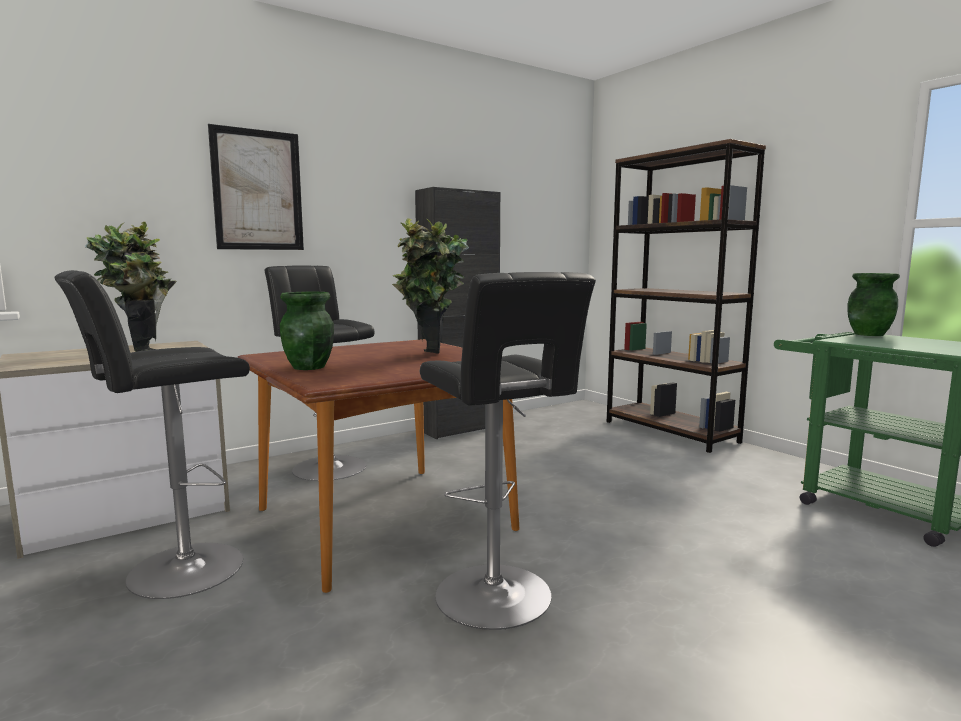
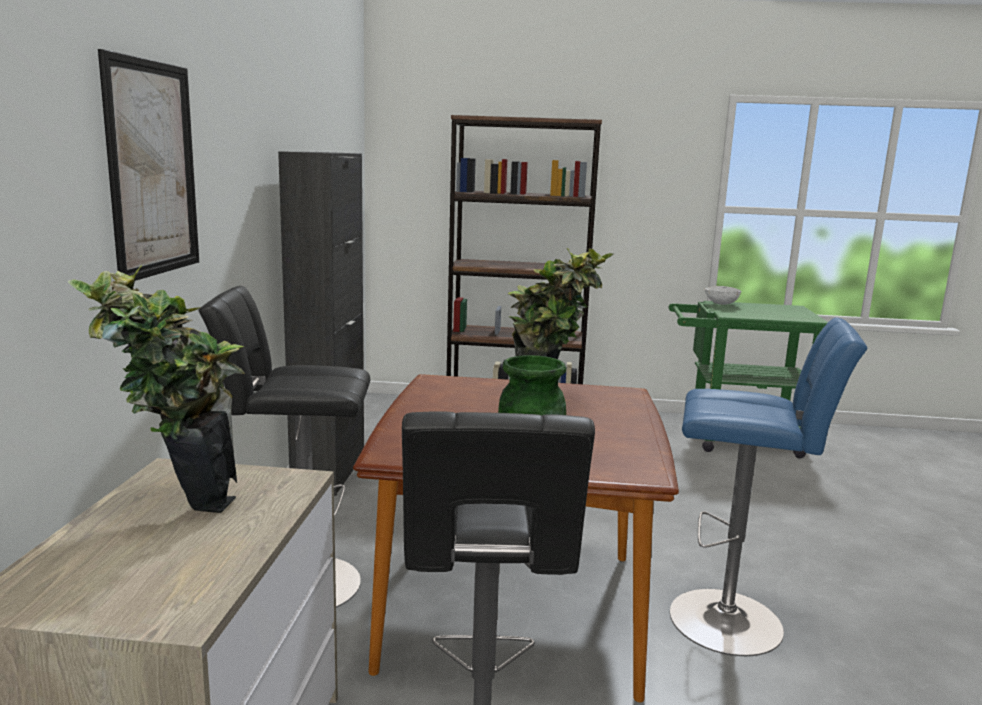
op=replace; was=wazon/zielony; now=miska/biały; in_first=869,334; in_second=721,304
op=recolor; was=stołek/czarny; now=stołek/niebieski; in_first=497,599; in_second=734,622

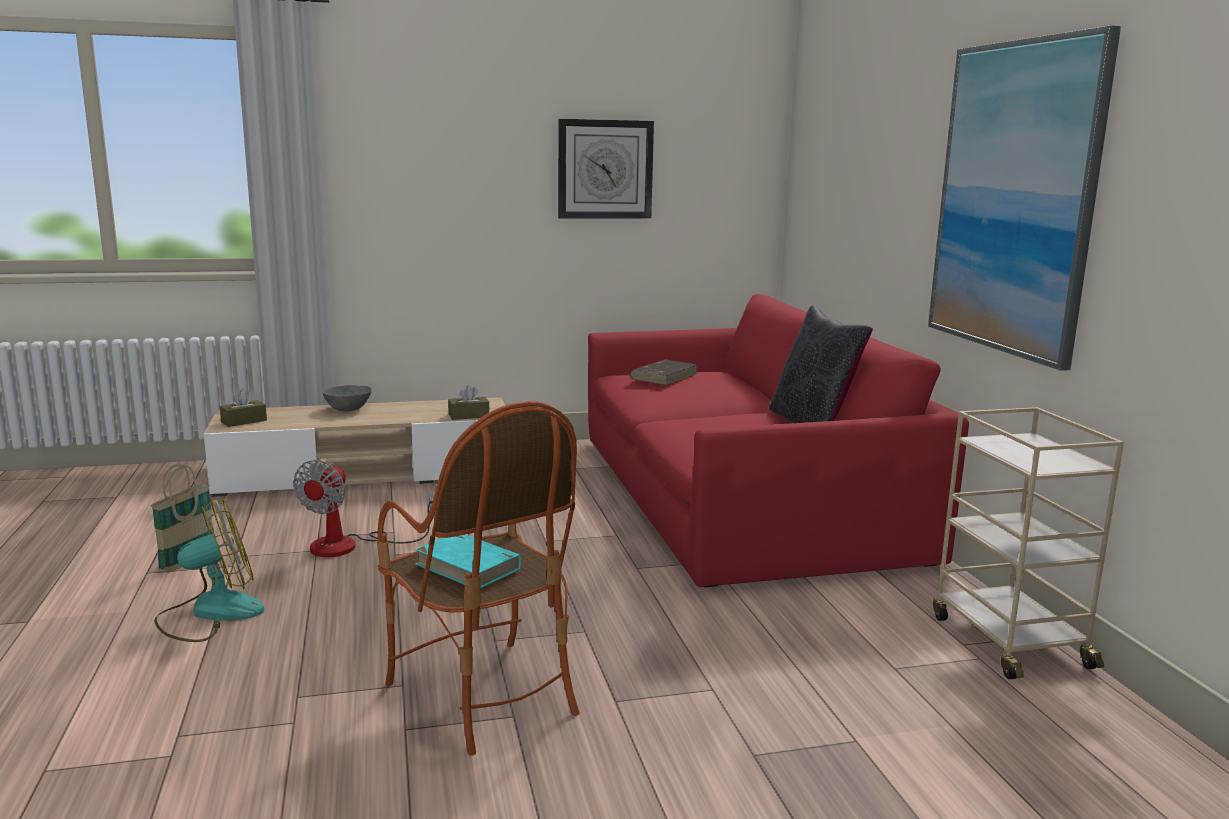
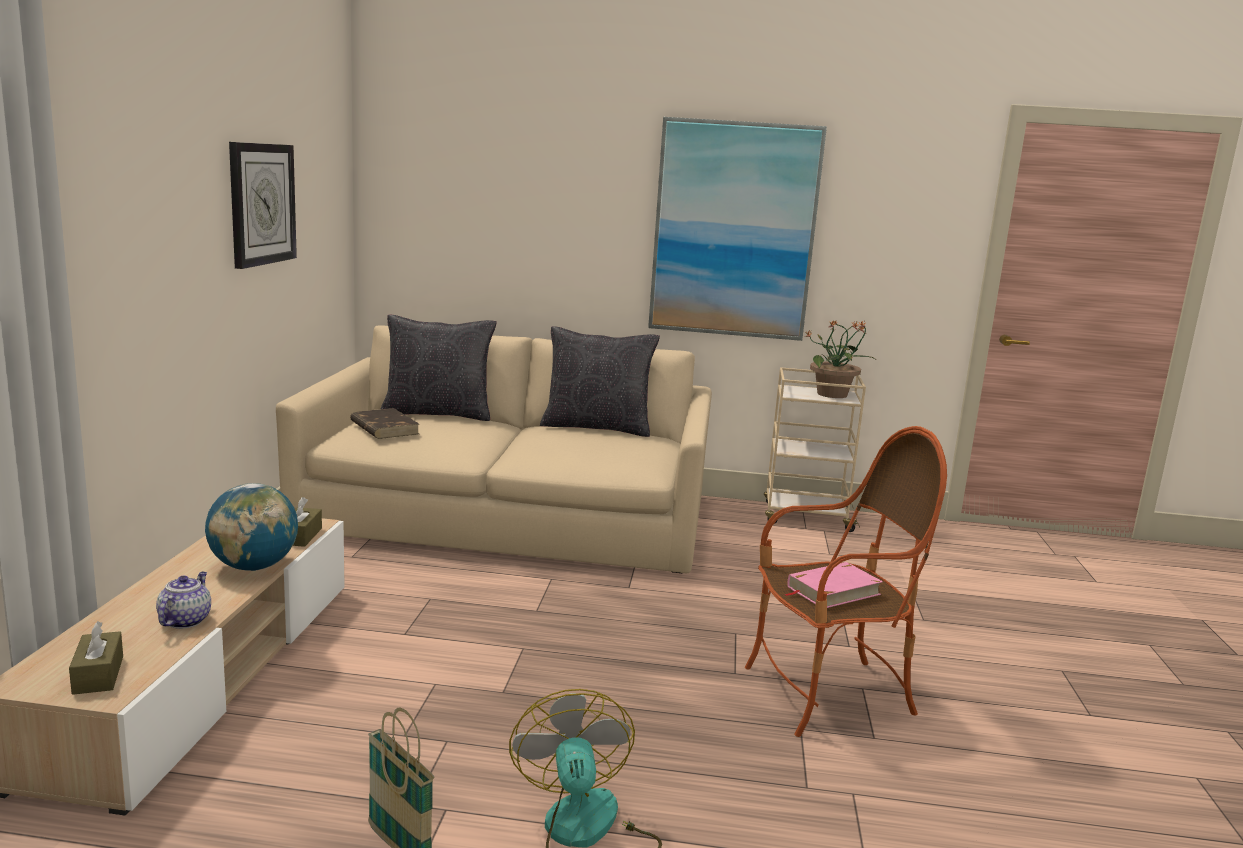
op=delete; was=wentylator; in_first=350,545
op=delete; was=miska/szary; in_first=348,409
op=insert; now=imbryk; in_second=185,620
op=insert; now=globus; in_second=254,567
op=insert; now=poduszka/czarny; in_second=437,413
op=insert; now=roślina doniczkowa; in_second=833,394
op=recolor; was=książka/turkusowy; now=książka/różowy; in_first=468,566; in_second=832,590
op=recolor; was=kanapa/czerwony; now=kanapa/beżowy; in_first=740,496; in_second=510,514

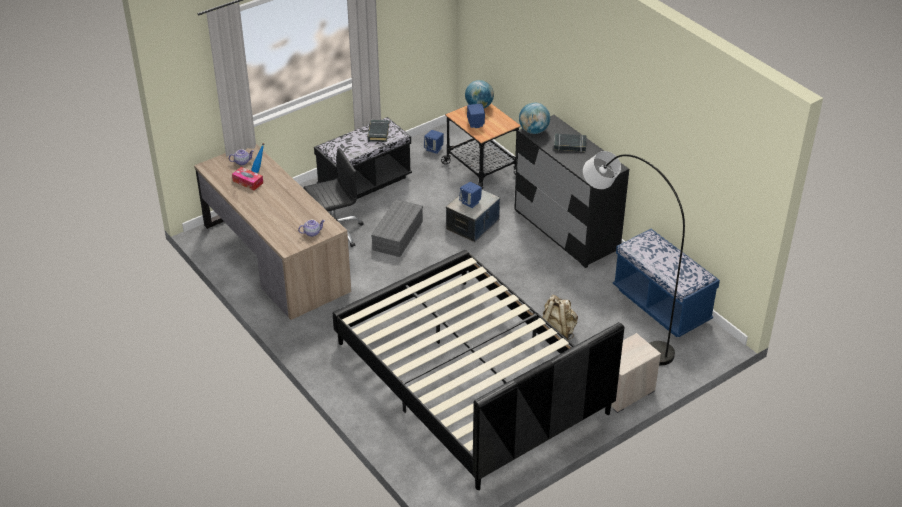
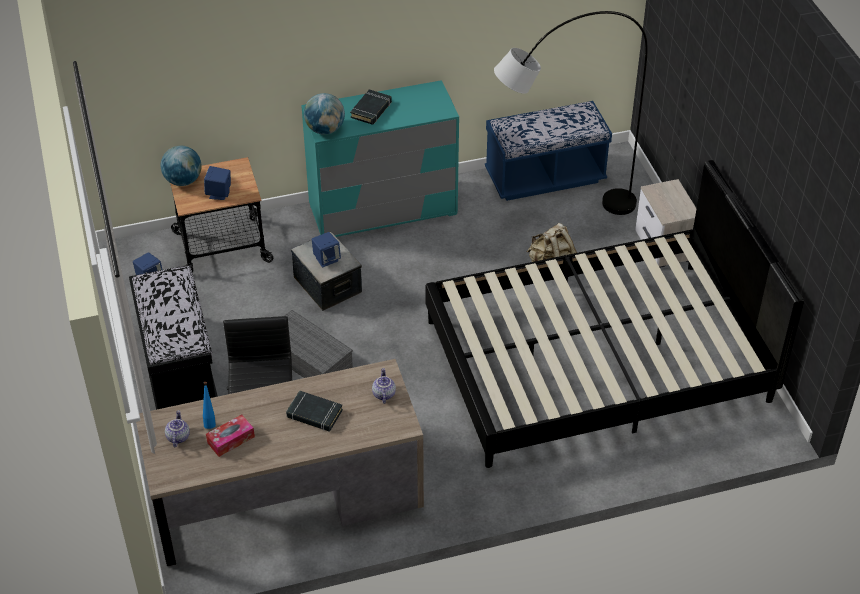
op=move; was=książka/czarny; in_first=378,133; in_second=314,414
op=recolor; was=komoda/czarny; now=komoda/turkusowy; in_first=566,230; in_second=383,209

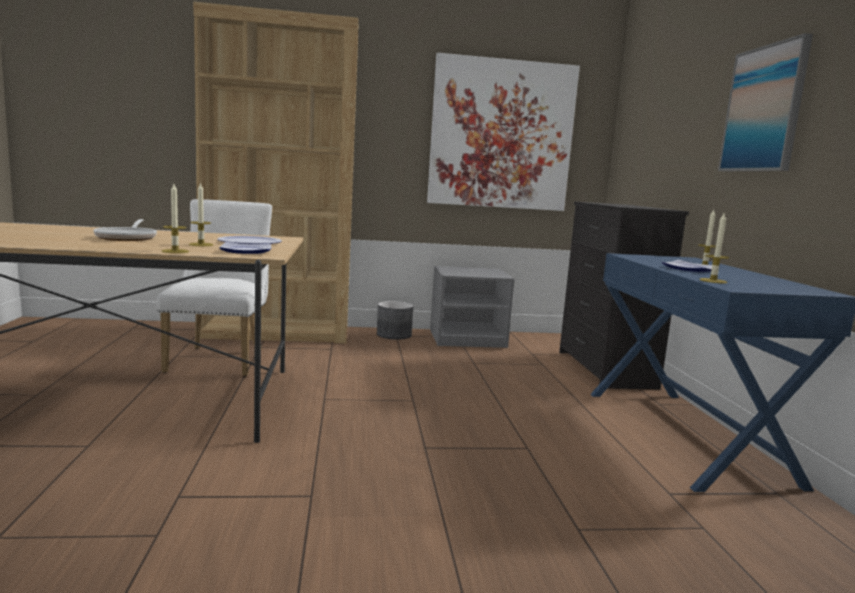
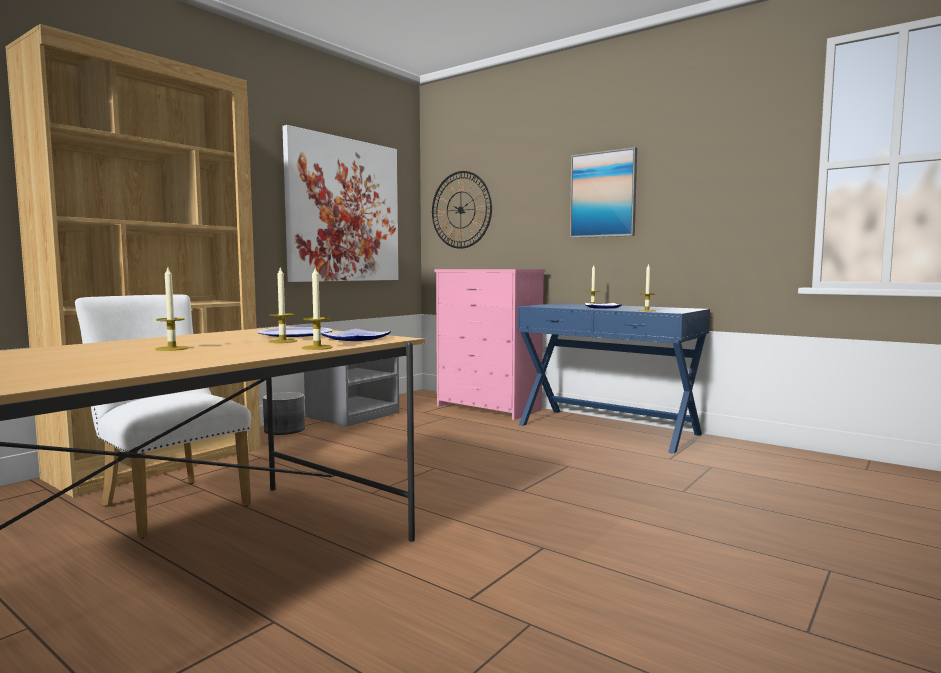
op=insert; now=zegar ścienny; in_second=461,210
op=replace; was=patelnia; now=świeca; in_first=128,238; in_second=172,348
op=recolor; was=komoda/czarny; now=komoda/różowy; in_first=605,369; in_second=489,408

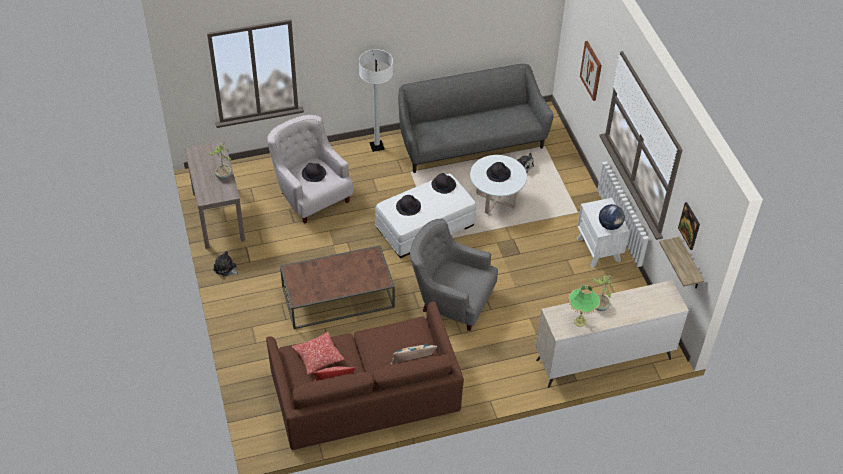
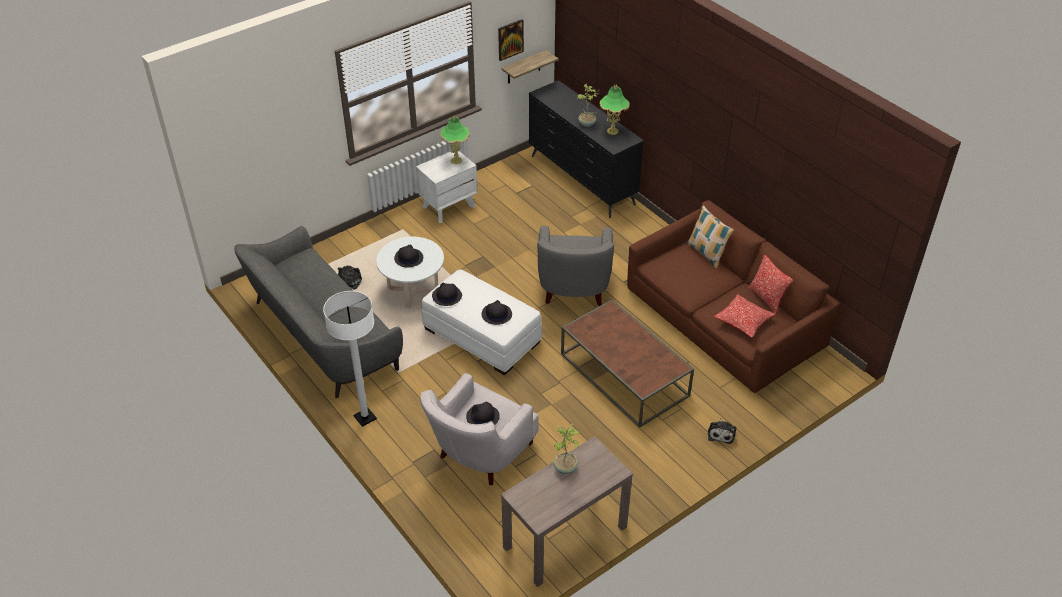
op=delete; was=obraz; in_first=591,70
op=move; was=pluszak; in_first=226,269; in_second=721,433
op=replace; was=globus; now=lampa stołowa; in_first=610,225; in_second=456,160
op=recolor; was=komoda/beżowy; now=komoda/czarny; in_first=603,359; in_second=582,180

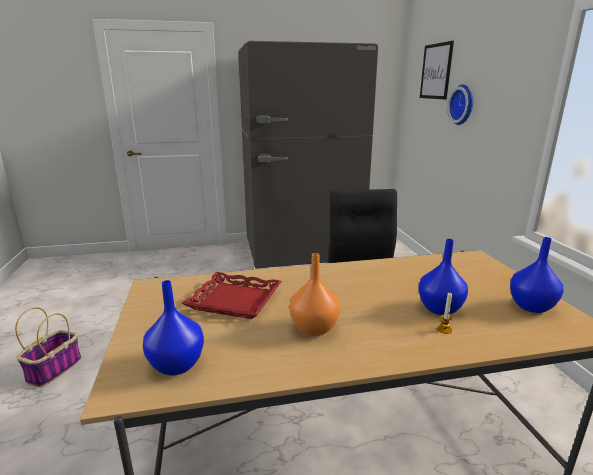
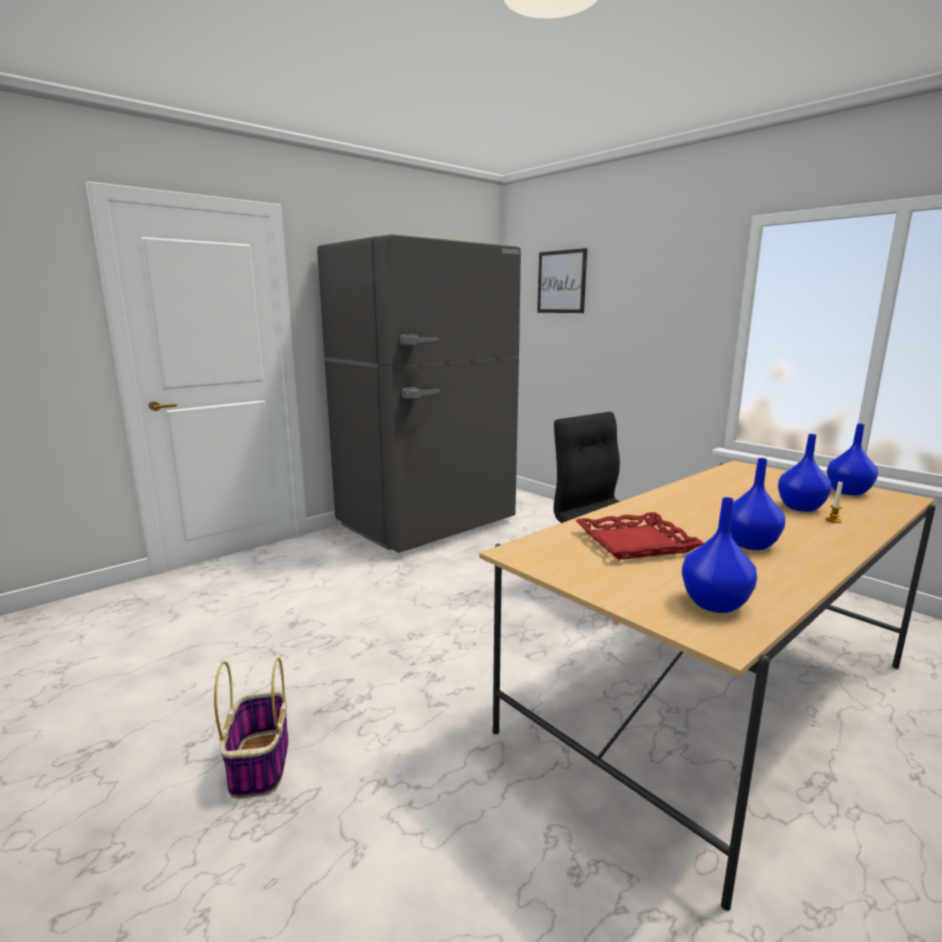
op=delete; was=zegar ścienny; in_first=463,104
op=recolor; was=wazon/pomarańczowy; now=wazon/niebieski; in_first=313,328; in_second=750,545

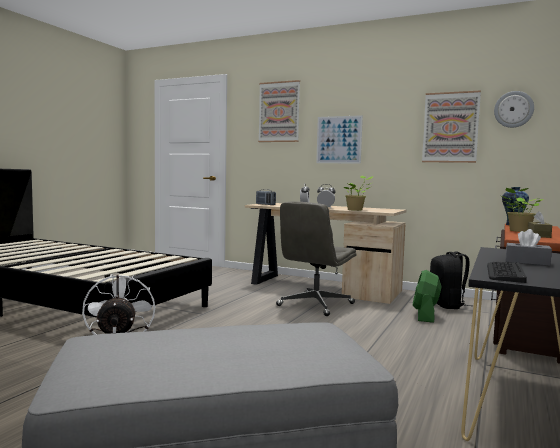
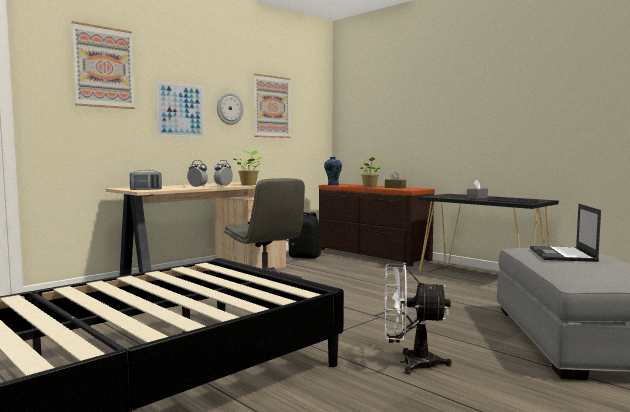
op=delete; was=wentylator/zielony; in_first=425,315
op=insert; now=laptop; in_second=562,255
op=move; was=zegar ścienny; in_first=513,109; in_second=229,108

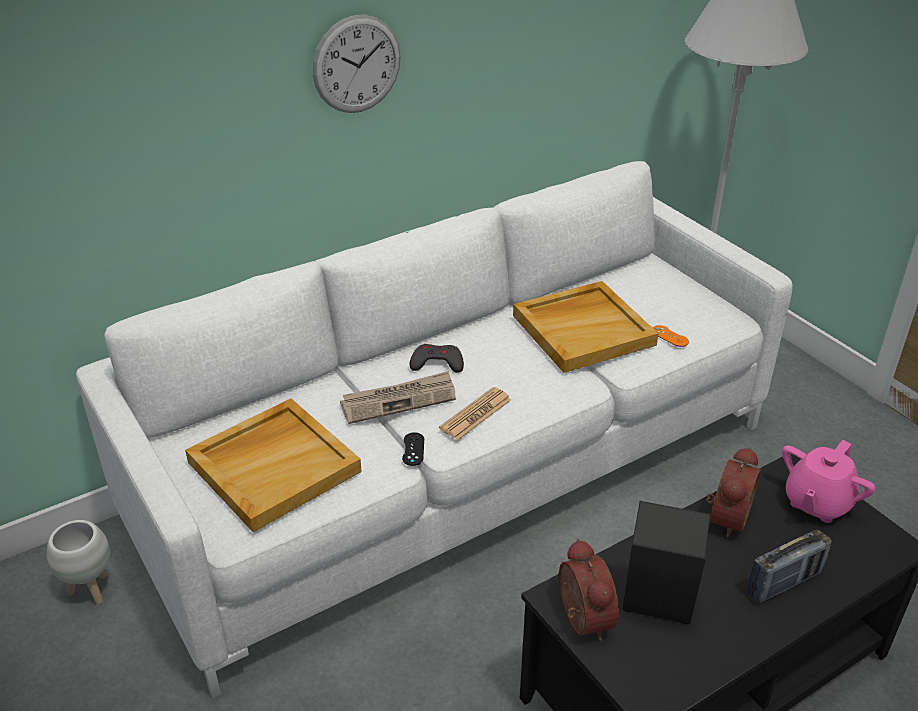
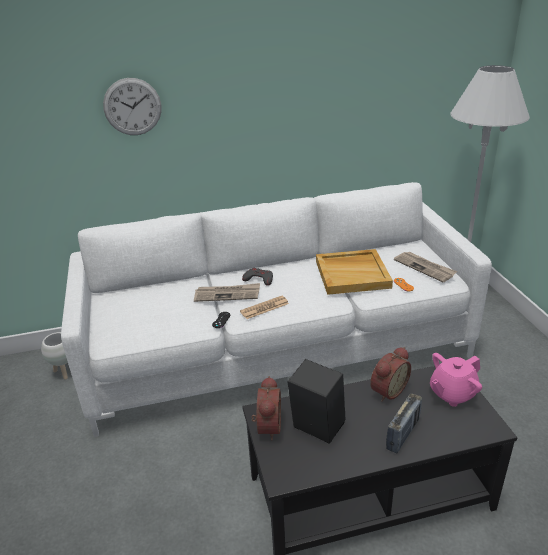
op=delete; was=taca/beżowy; in_first=274,466
op=insert; now=gazeta; in_second=425,268
op=move; was=zegar ścienny; in_first=357,64; in_second=132,107
op=rotate; was=radio; in_first=783,583; in_second=403,434; clockwise=-45

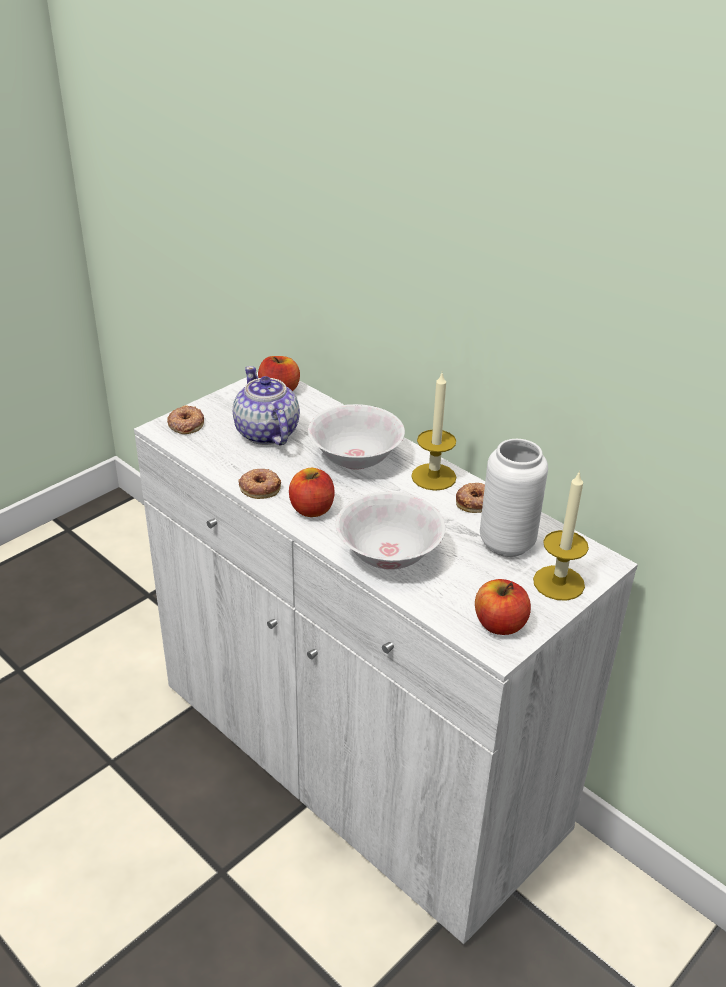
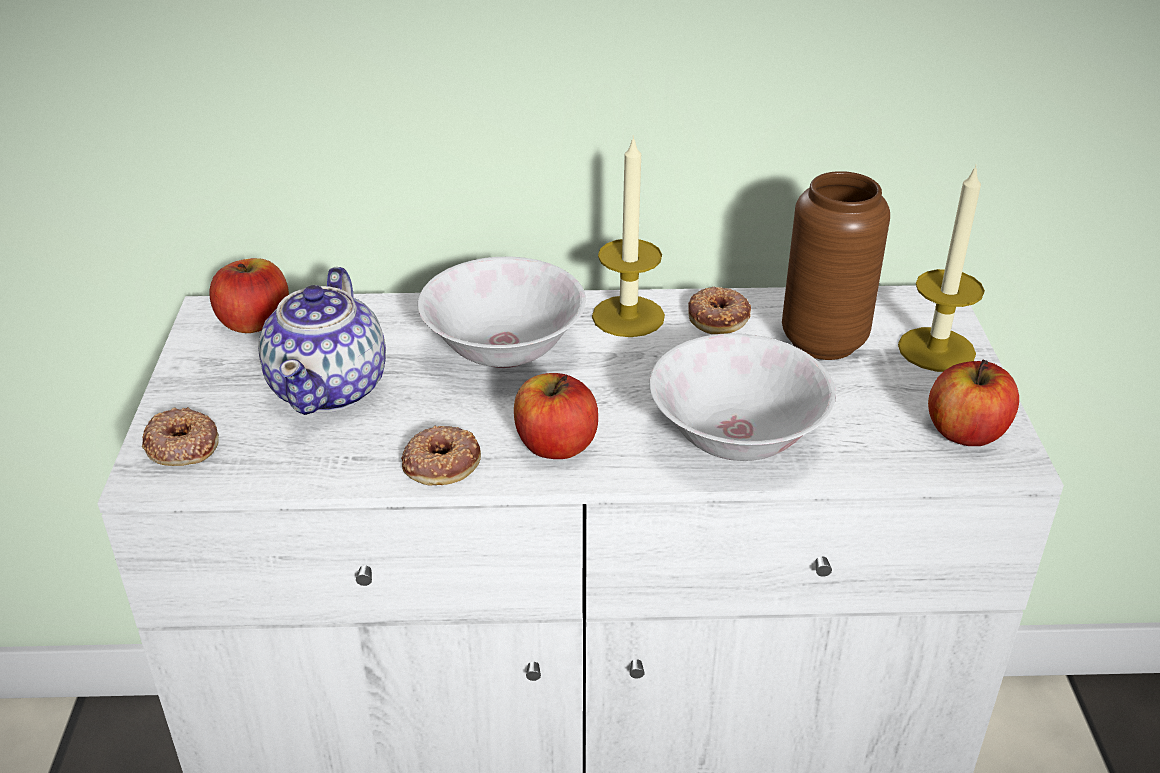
op=recolor; was=wazon/biały; now=wazon/brązowy; in_first=507,543; in_second=823,341
op=rotate; was=imbryk; in_first=266,433; in_second=330,387; clockwise=-105

